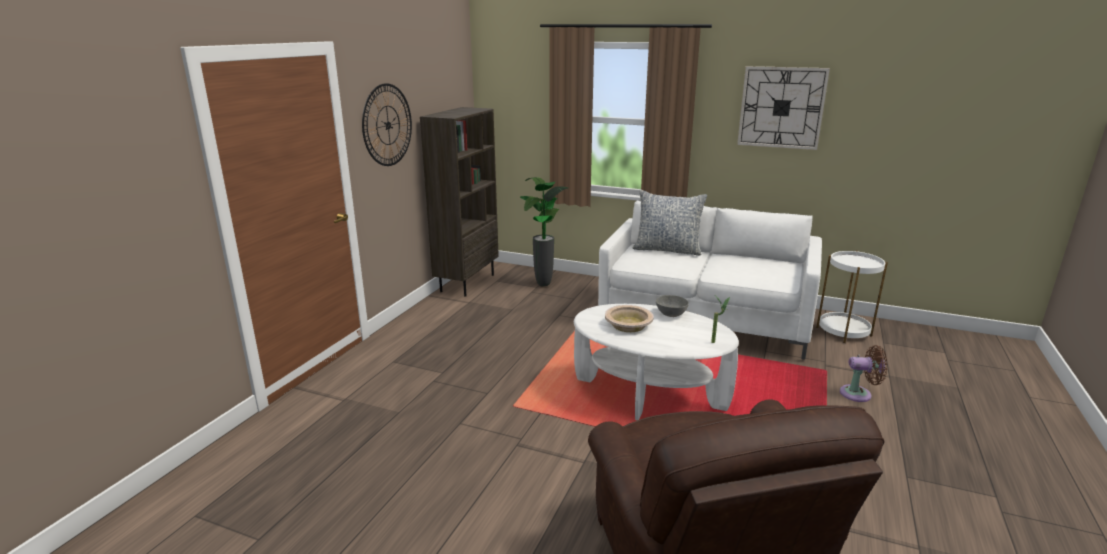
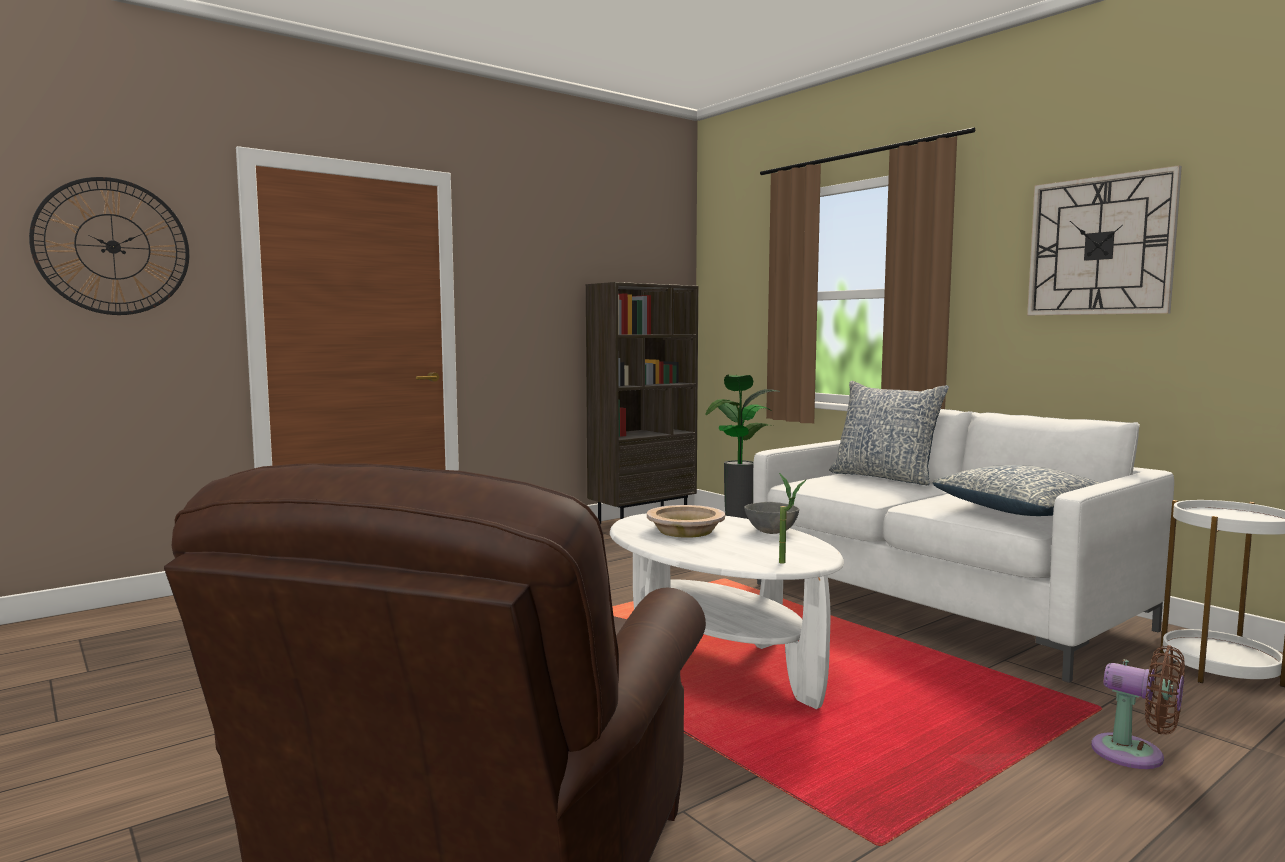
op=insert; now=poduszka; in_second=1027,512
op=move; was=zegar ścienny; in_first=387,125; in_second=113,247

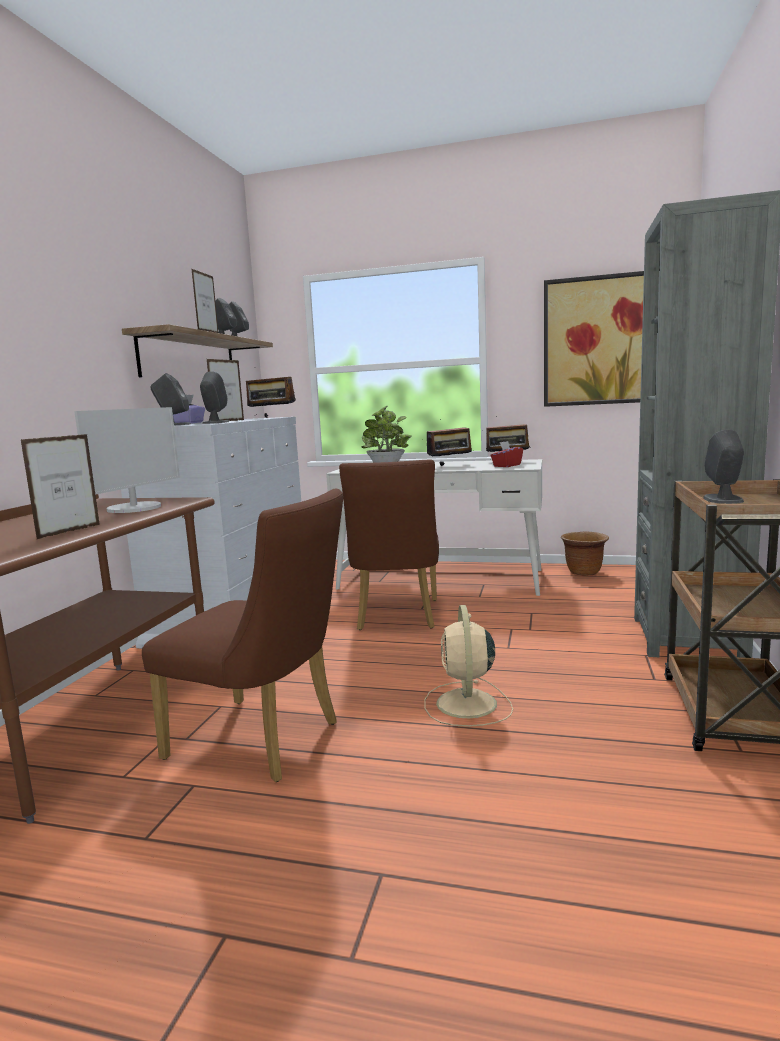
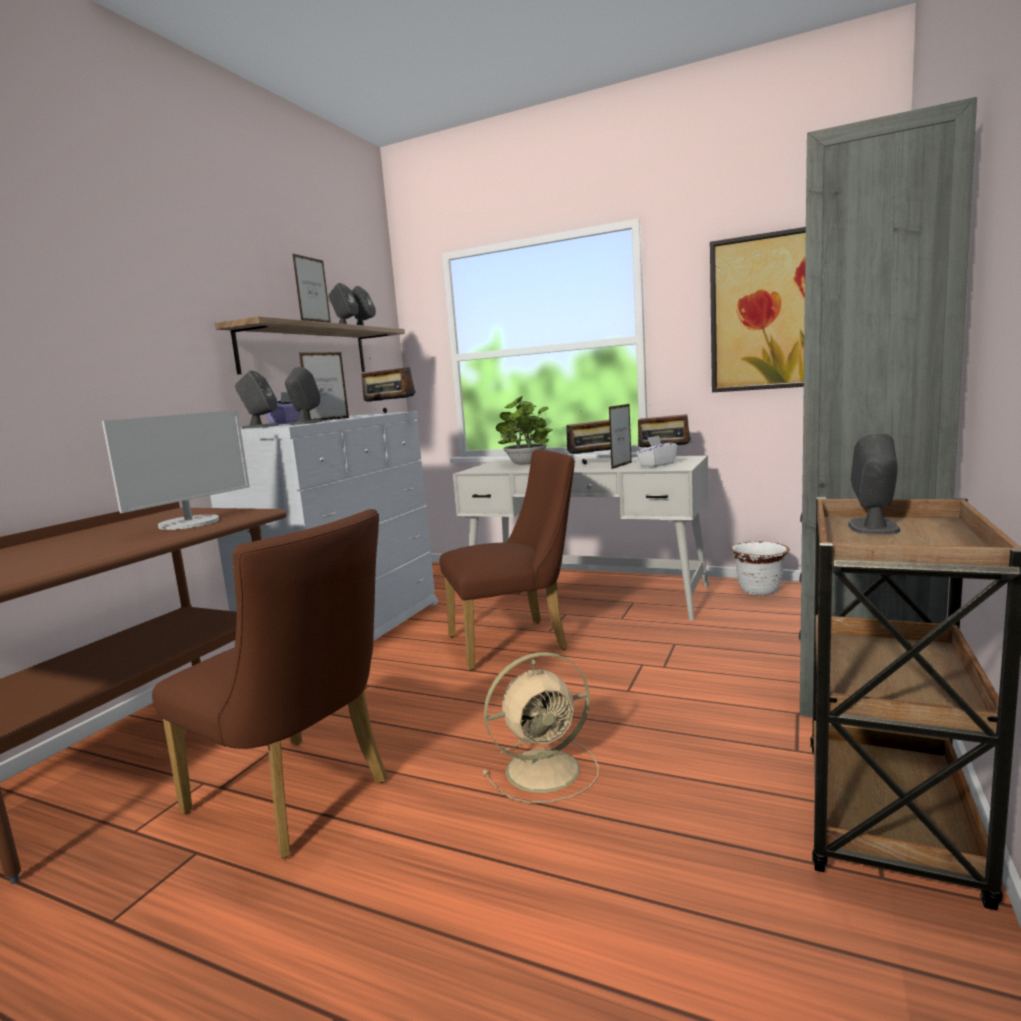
op=move; was=ramka na zdjęcie; in_first=70,531; in_second=621,466
op=recolor; was=pudełko chusteczek/czerwony; now=pudełko chusteczek/biały; in_first=506,466; in_second=657,465
op=recolor; was=donica/brązowy; now=donica/biały; in_first=584,572; in_second=759,590
op=rotate; was=krzesło/brązowy; in_first=397,617; in_second=516,642; clockwise=-120
op=rotate; was=wentylator/beżowy; in_first=466,705; in_second=545,769; clockwise=-120

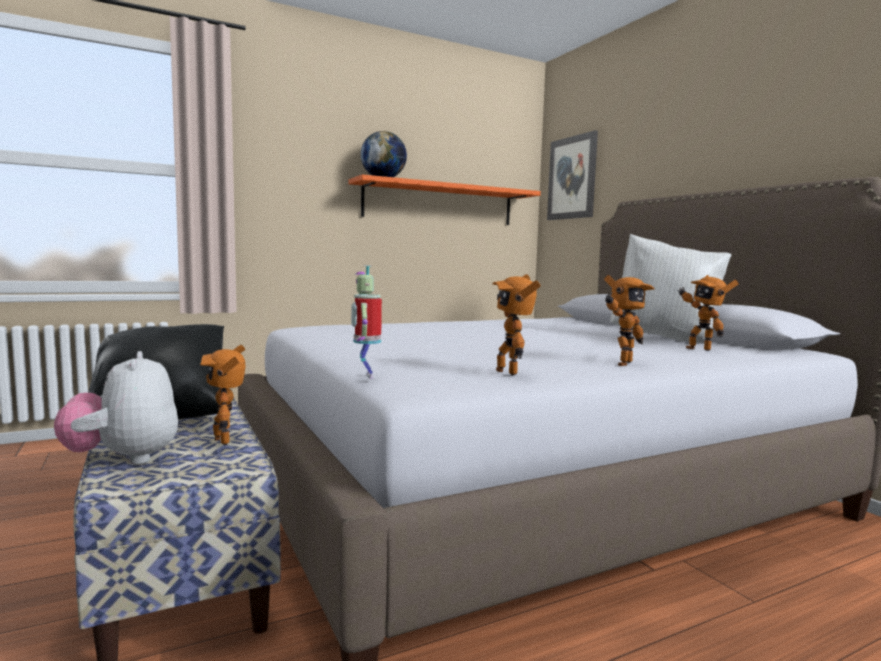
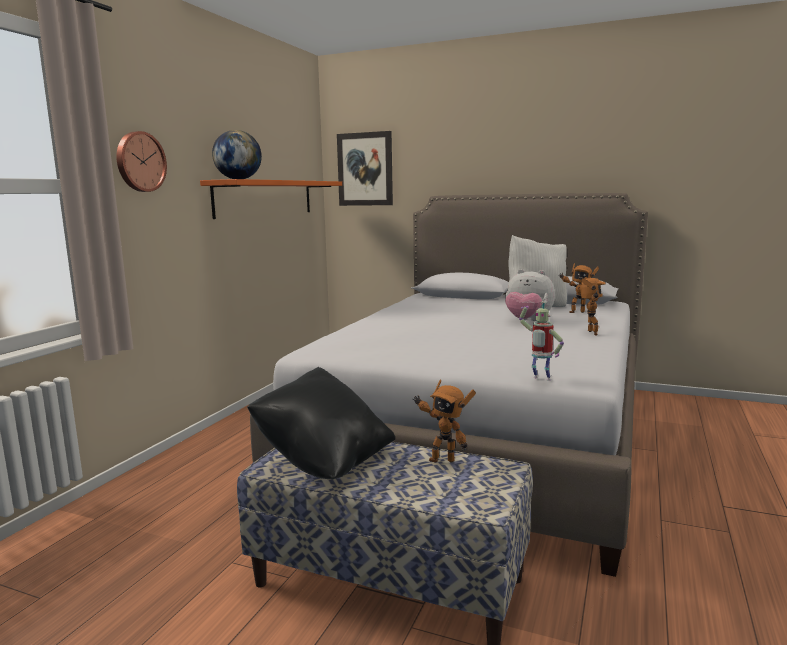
op=delete; was=robot zabawkowy; in_first=510,372
op=insert; now=zegar ścienny; in_second=139,162
op=move; was=pluszak; in_first=124,459; in_second=527,321

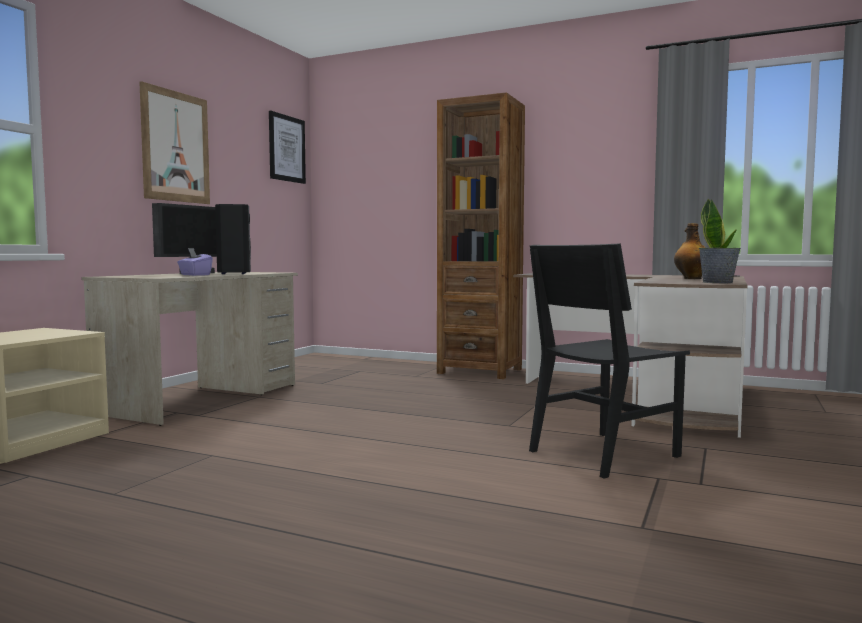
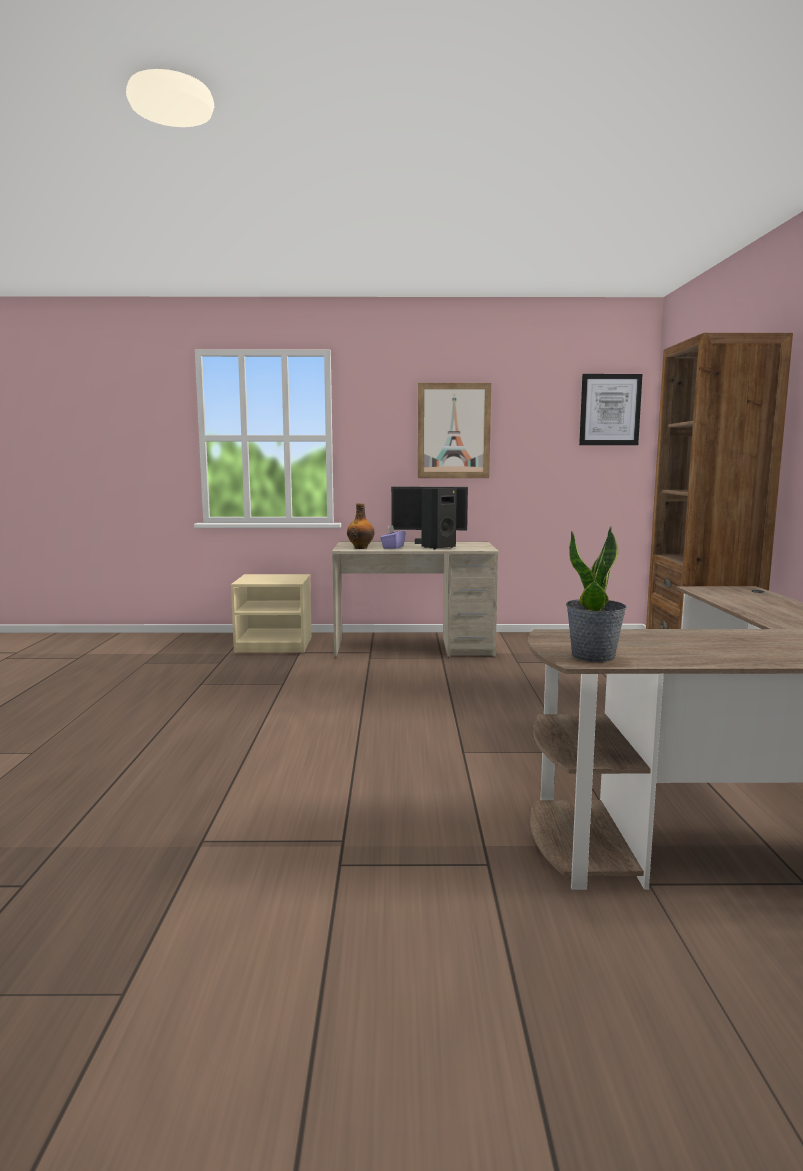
op=delete; was=krzesło/czarny; in_first=603,453
op=move; was=butelka; in_first=691,278; in_second=361,548

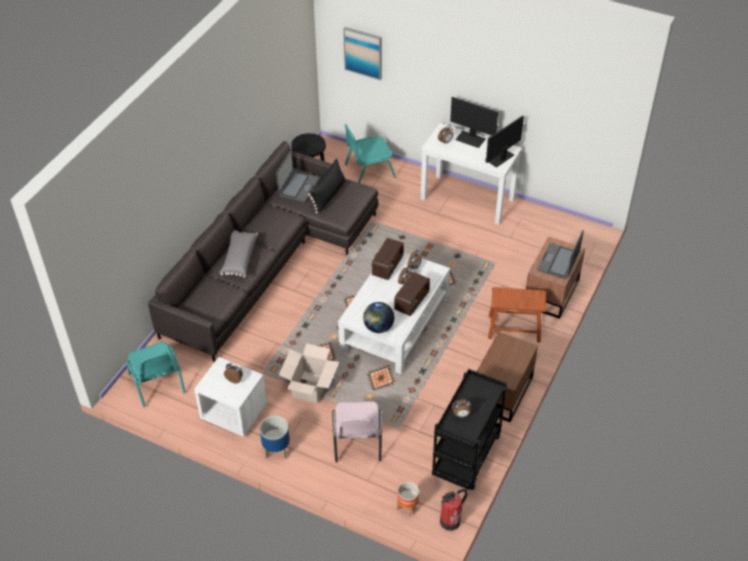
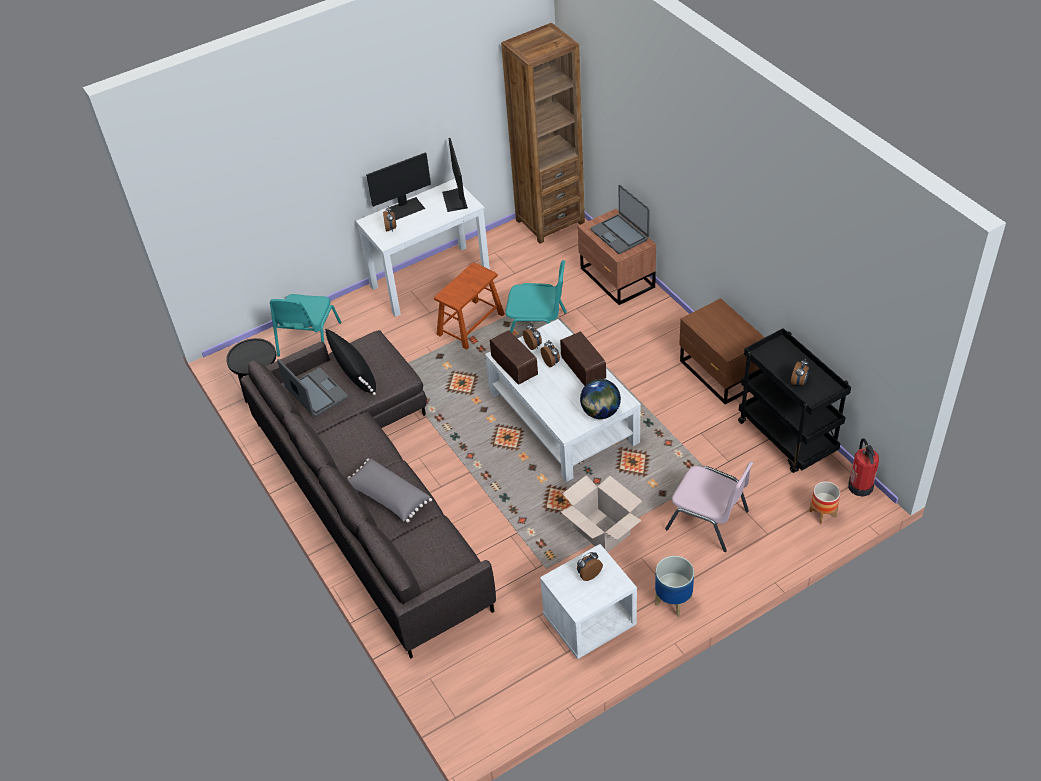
op=delete; was=obraz; in_first=363,53
op=insert; now=regał/brązowy; in_second=550,221
op=move; was=krzesło/turkusowy; in_first=157,383; in_second=538,328
op=move; was=stołek/brązowy; in_first=514,328; in_second=470,324

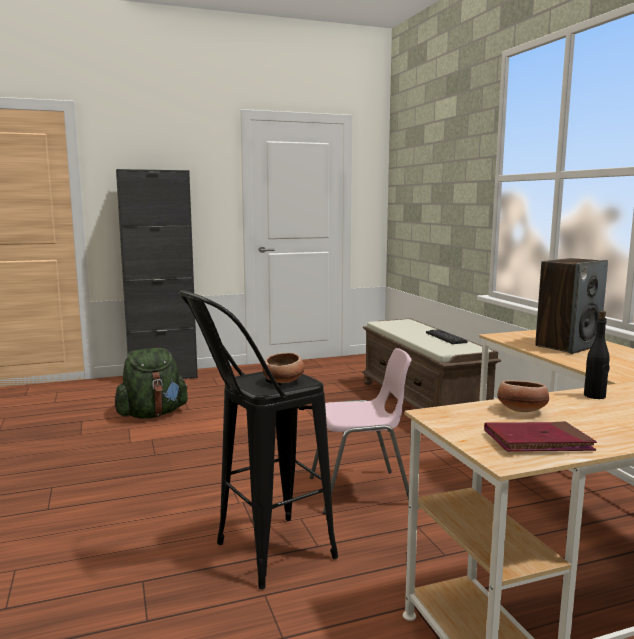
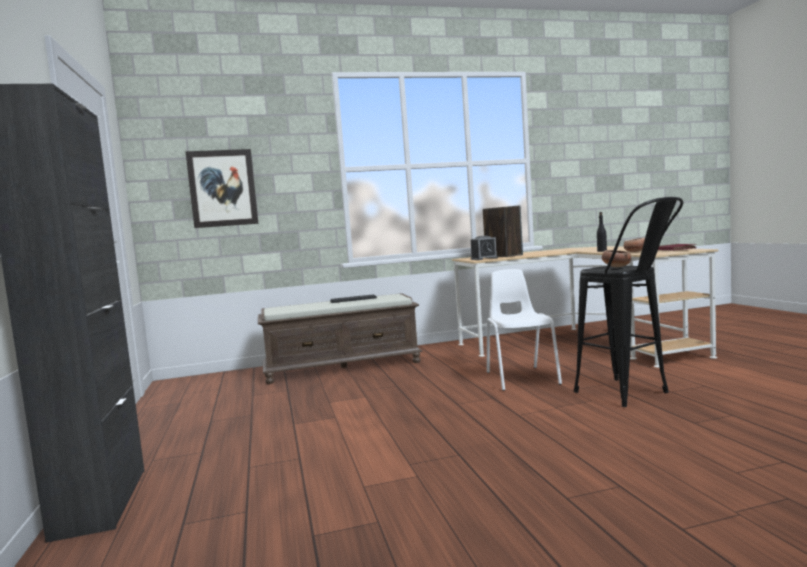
op=delete; was=plecak/zielony; in_first=152,414
op=insert; now=obraz; in_second=222,188
op=insert; now=budzik; in_second=484,258
op=recolor; was=krzesło/różowy; now=krzesło/biały; in_first=361,491; in_second=521,378

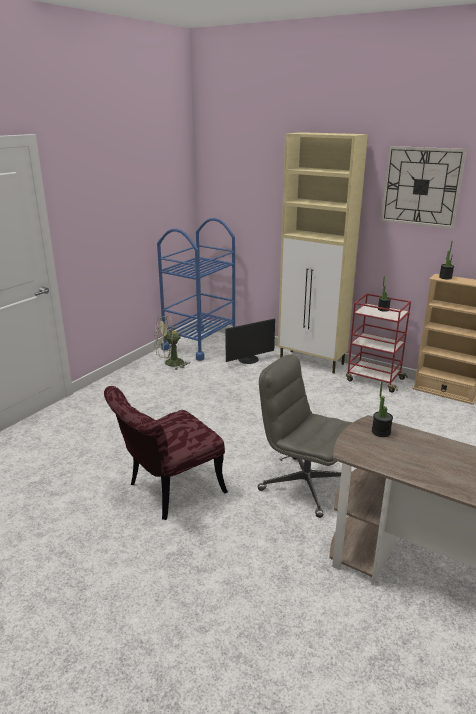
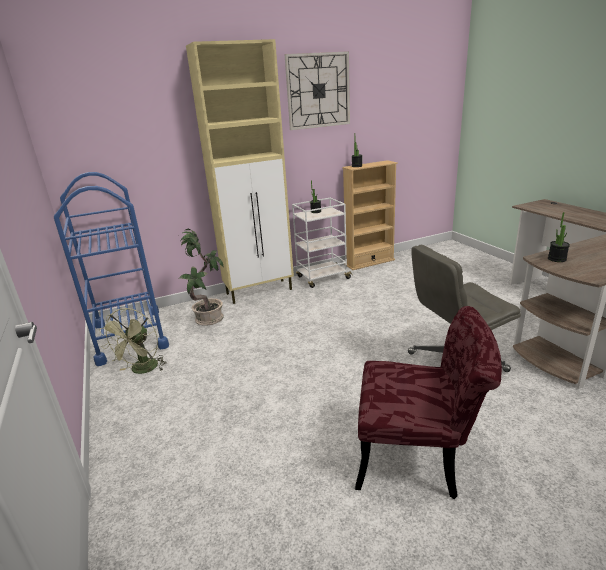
op=replace; was=monitor; now=roślina doniczkowa; in_first=249,360; in_second=210,319
op=recolor; was=wózek/czerwony; now=wózek/biały; in_first=374,379; in_second=322,278
op=rotate; was=krzesło/czerwony; in_first=168,492; in_second=418,457; clockwise=-75

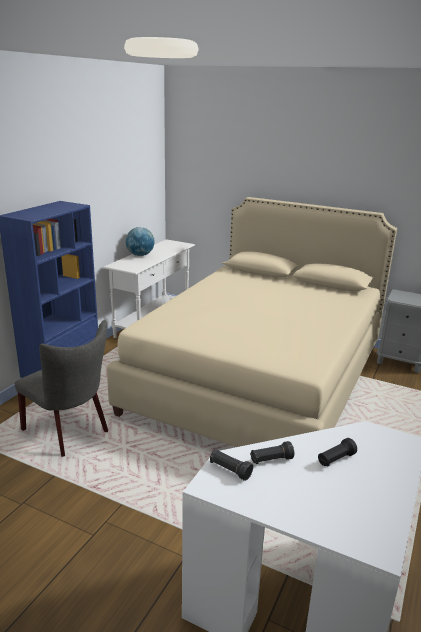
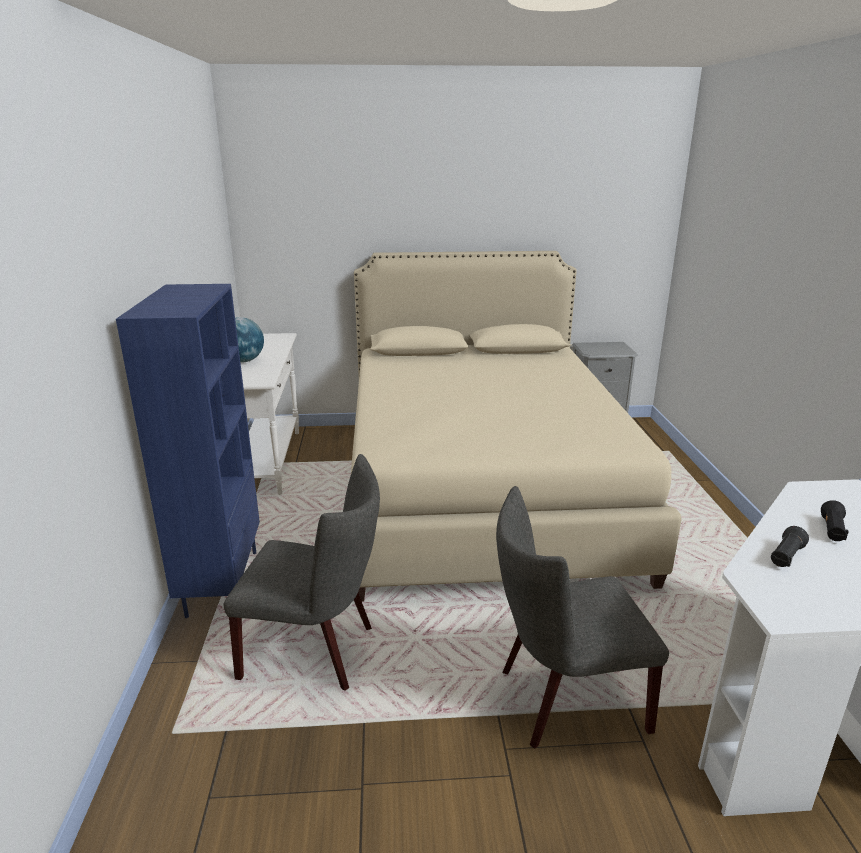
op=delete; was=latarka/czarny; in_first=230,470
op=insert; now=krzesło/szary; in_second=563,700

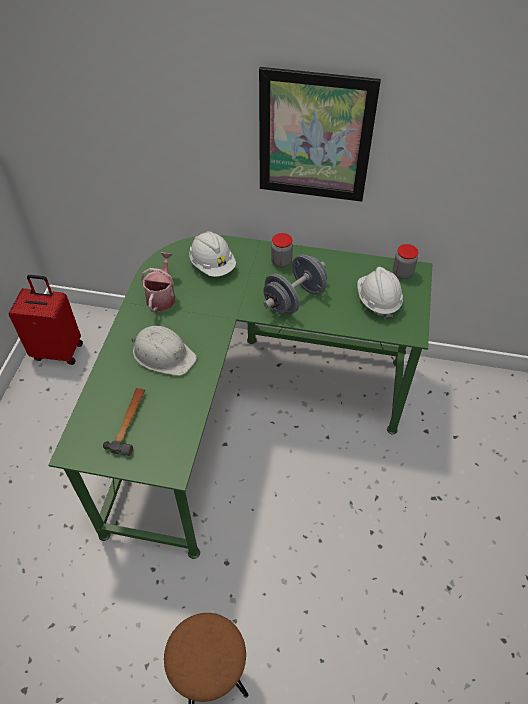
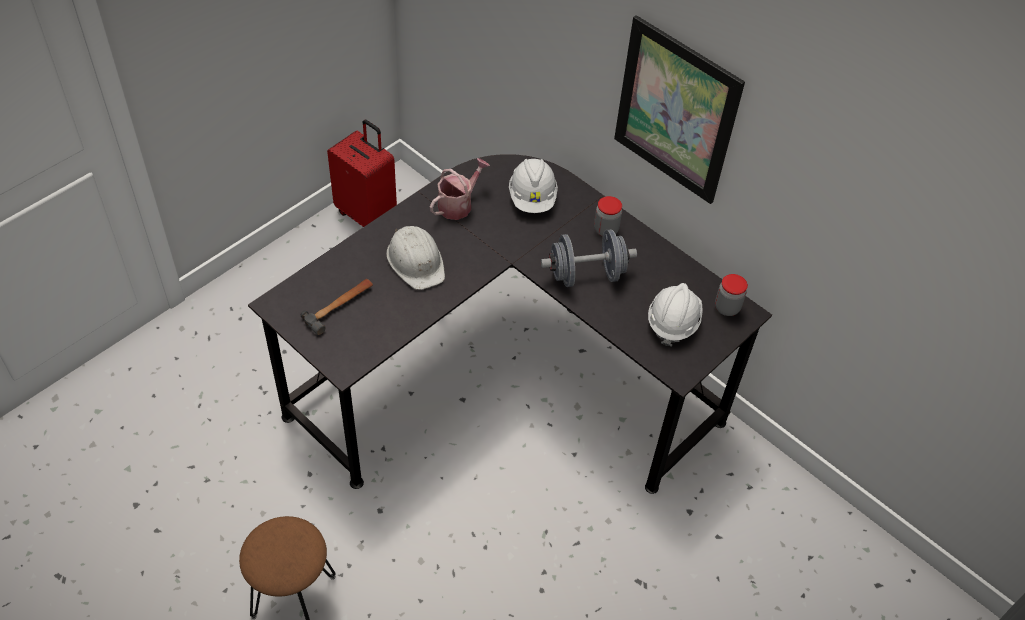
op=recolor; was=biurko/zielony; now=biurko/czarny; in_first=242,412; in_second=504,378

